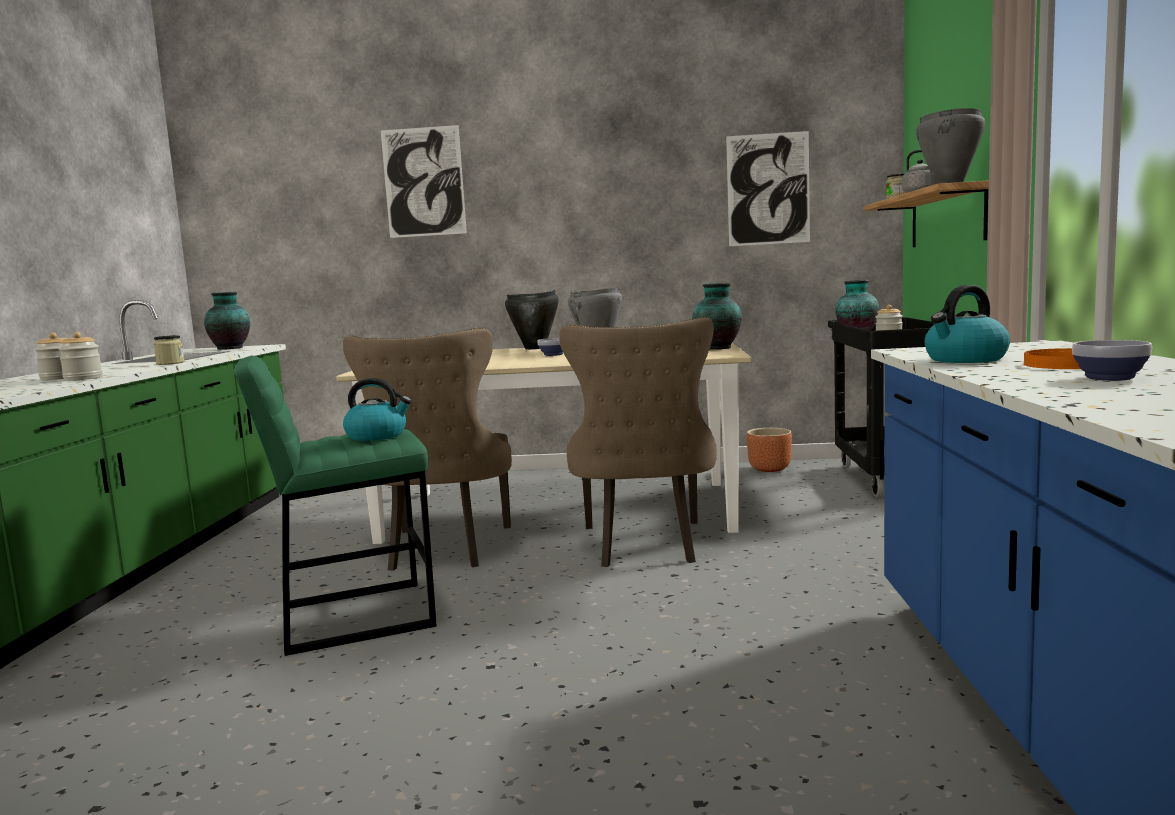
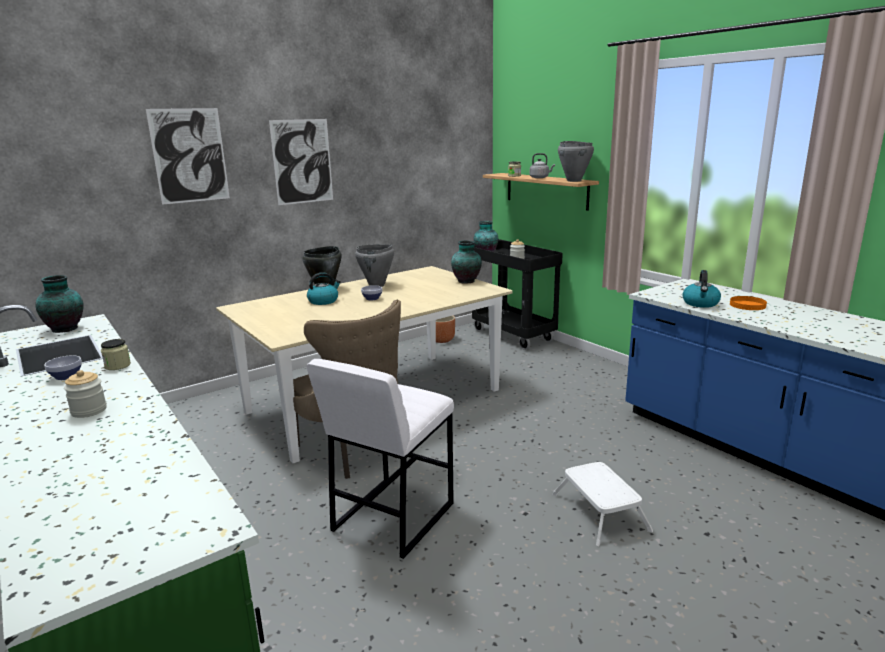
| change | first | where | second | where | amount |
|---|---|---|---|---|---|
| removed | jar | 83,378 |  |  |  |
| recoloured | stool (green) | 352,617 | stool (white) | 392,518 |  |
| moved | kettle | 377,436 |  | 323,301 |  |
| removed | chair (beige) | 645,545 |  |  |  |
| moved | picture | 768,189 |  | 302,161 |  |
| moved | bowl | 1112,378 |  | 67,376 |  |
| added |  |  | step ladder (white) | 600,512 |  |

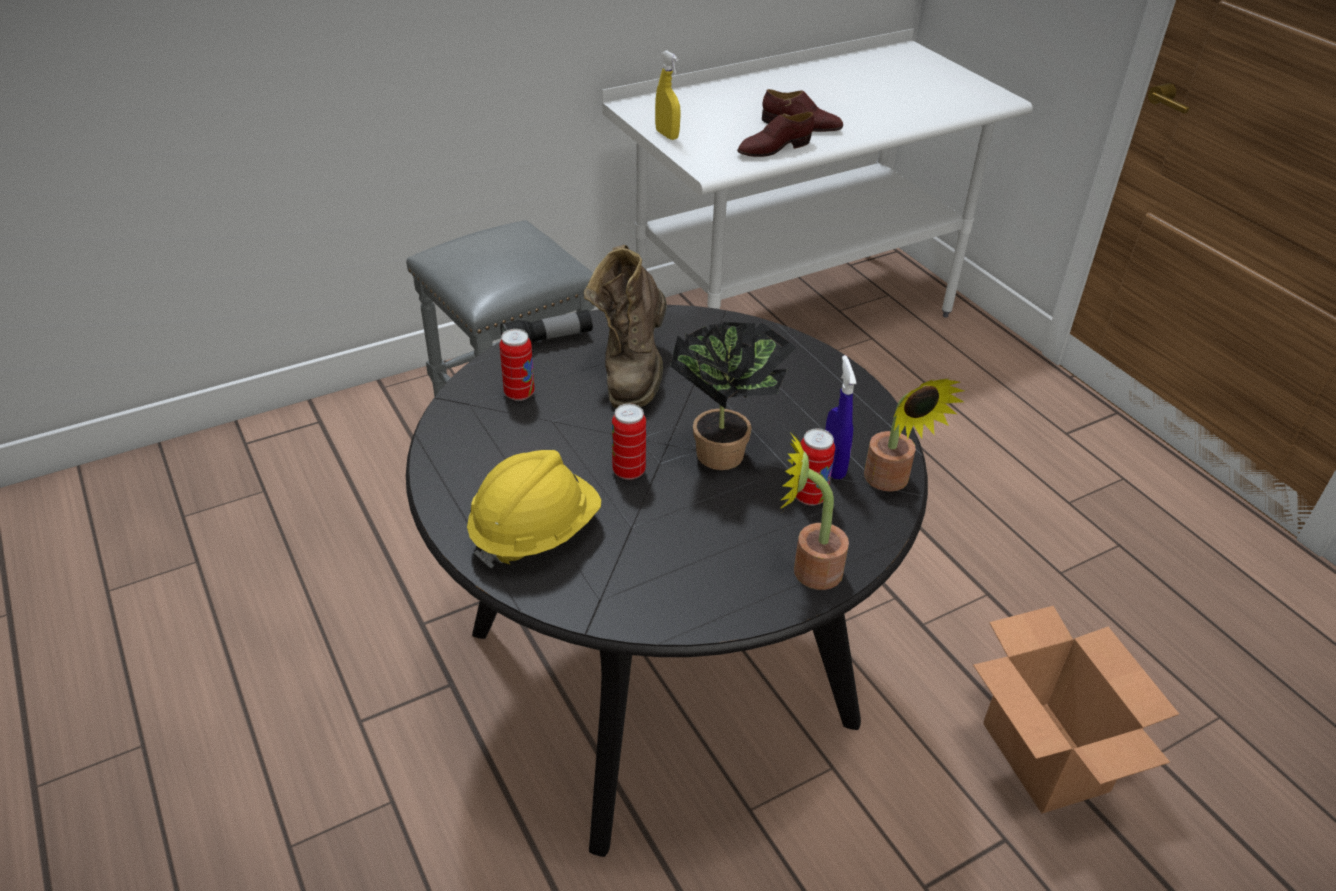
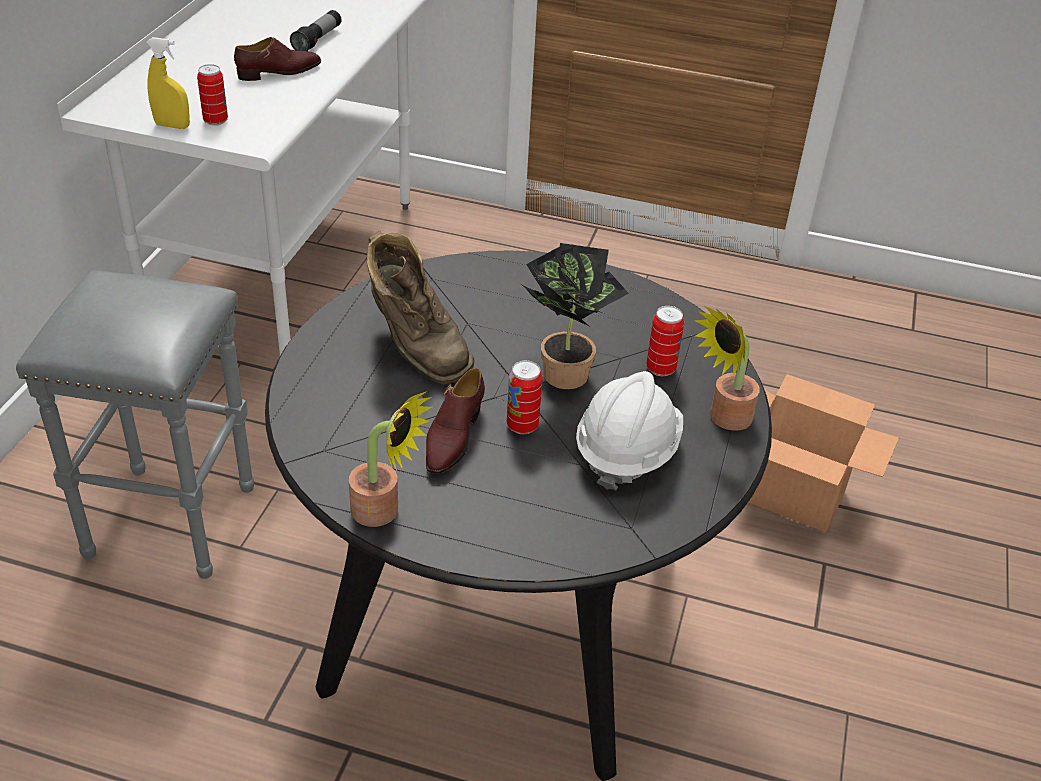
| change | first | where | second | where | amount |
|---|---|---|---|---|---|
| removed | hard hat (yellow) | 535,532 |  |  |  |
| moved | flashlight | 548,341 |  | 318,40 |  |
| moved | can | 519,393 |  | 215,121 |  |
| moved | shoe (brown) | 774,148 |  | 453,436 |  |
| removed | spray bottle (blue) | 833,465 |  |  |  |
| moved | potted plant | 891,482 |  | 383,513 |  |
| added |  |  | hard hat (white) | 626,451 |  |

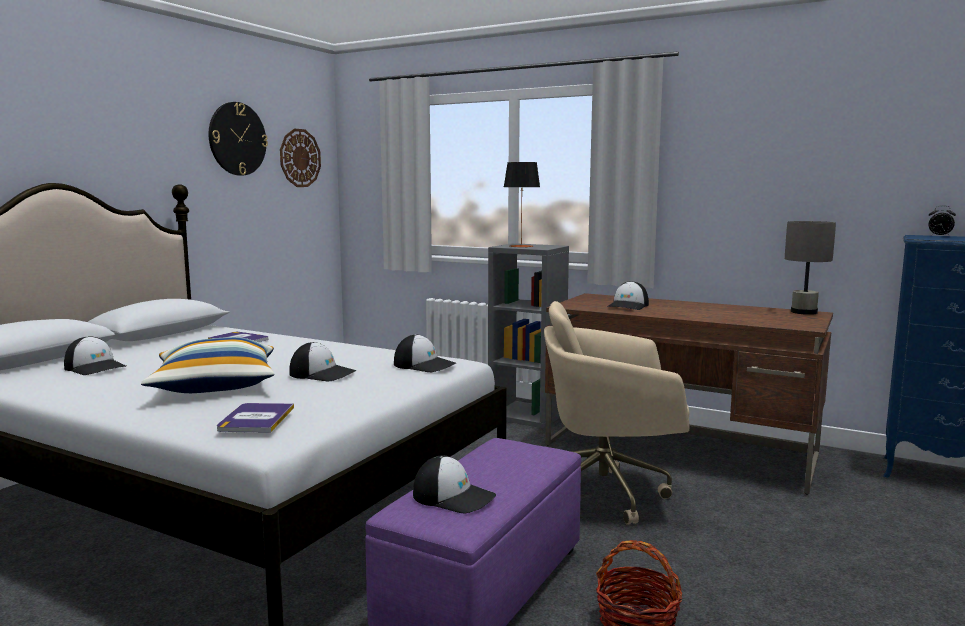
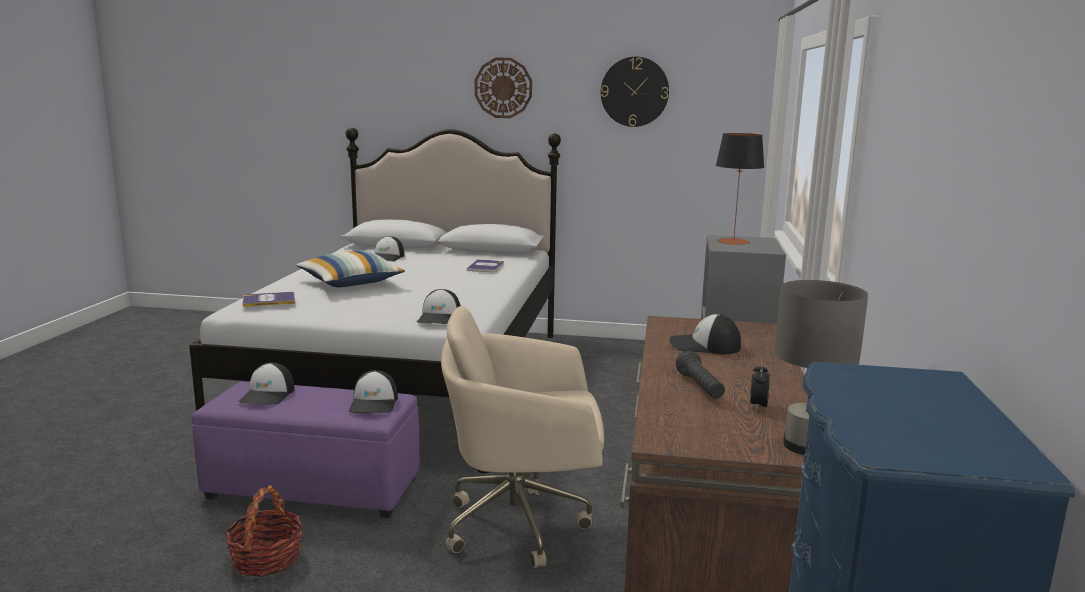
| change | first | where | second | where | amount |
|---|---|---|---|---|---|
| moved | wall clock | 300,158 |  | 503,88 |  |
| moved | cap | 322,374 |  | 374,403 |  |
| turned | office chair (beige) | 609,495 |  | 522,526 | 75 degrees counterclockwise |
| moved | alarm clock | 939,236 |  | 758,406 |  |
| added |  |  | flashlight (black) | 700,387 |  |

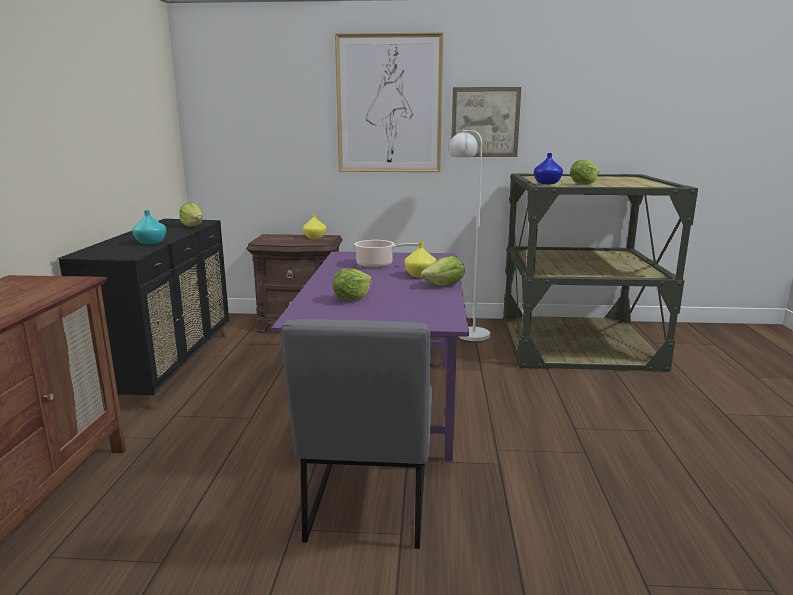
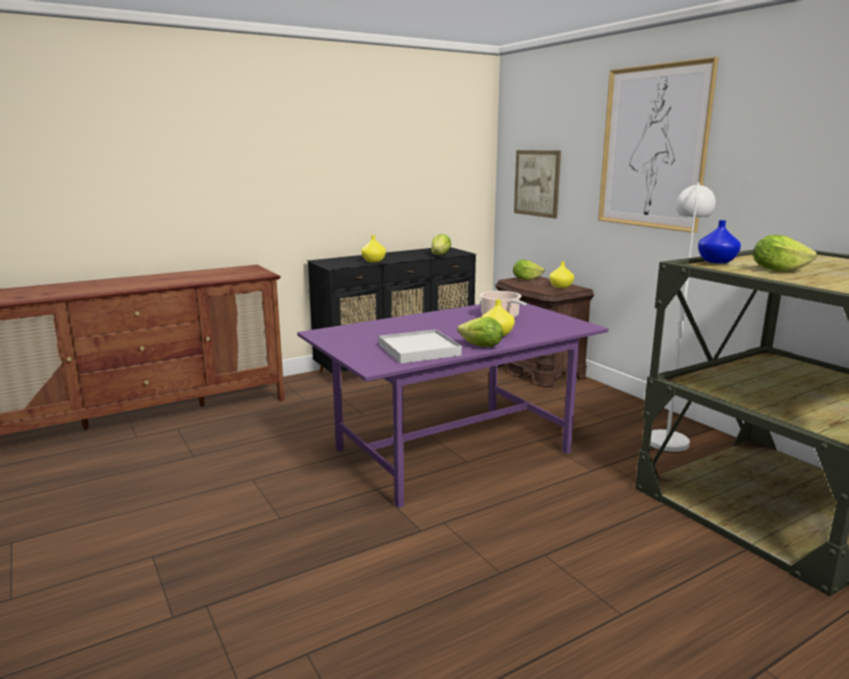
| change | first | where | second | where | amount |
|---|---|---|---|---|---|
| recoloured | vase (turquoise) | 150,243 | vase (yellow) | 373,261 |  |
| removed | chair (grey) | 367,504 |  |  |  |
| moved | lettuce | 351,298 |  | 526,279 |  |
| moved | picture | 485,122 |  | 537,183 |  |
| added |  |  | tray (white) | 419,350 |  |

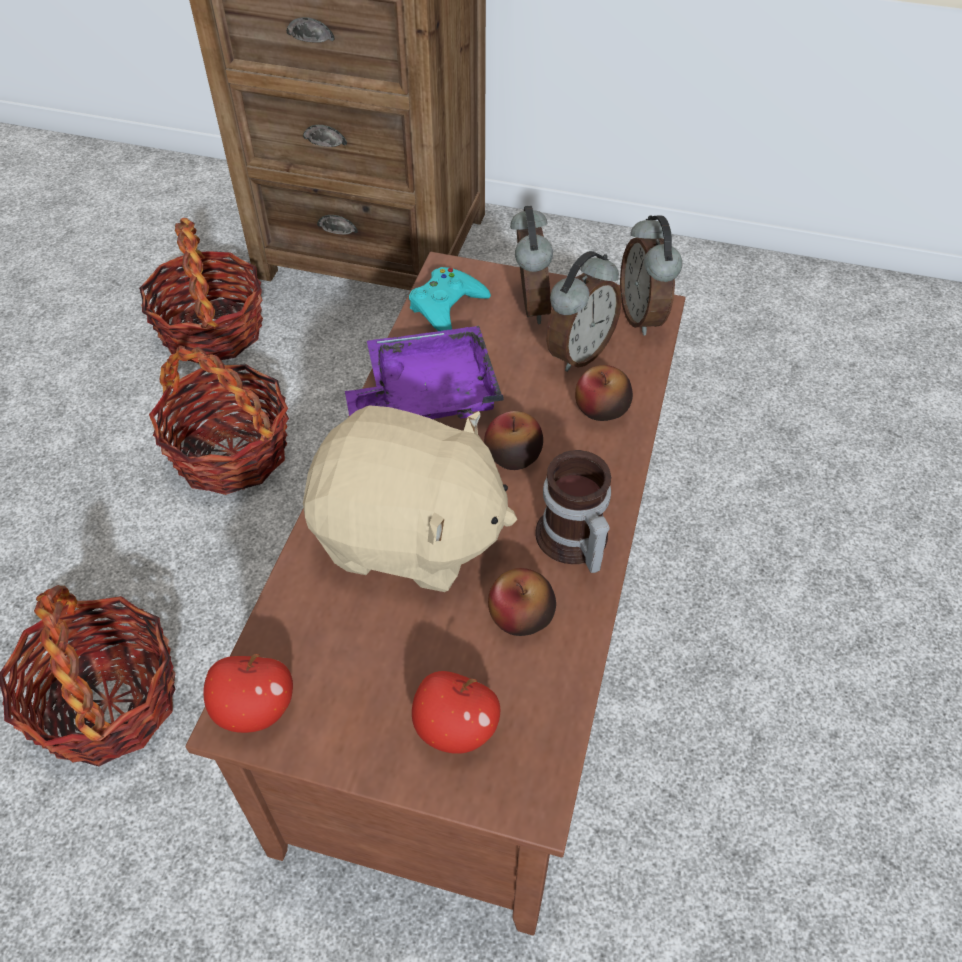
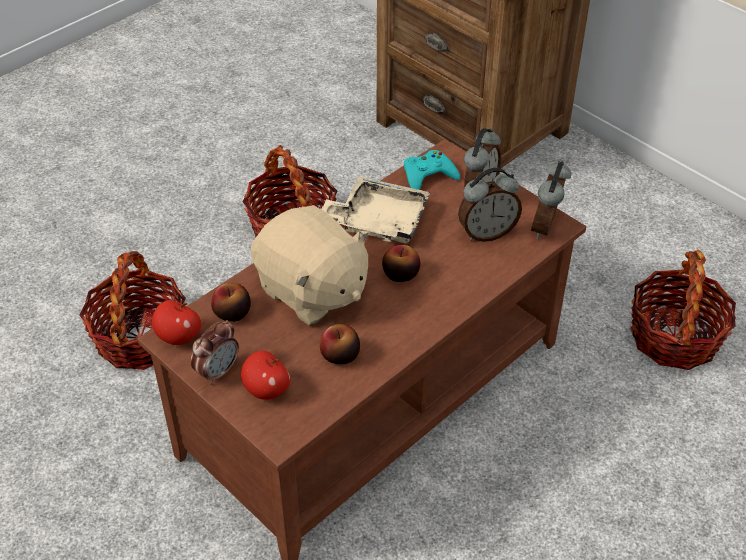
| change | first | where | second | where | amount |
|---|---|---|---|---|---|
| moved | basket | 213,331 |  | 674,337 |  |
| recoloured | tray (purple) | 427,393 | tray (beige) | 378,221 |  |
| removed | mug | 571,542 |  |  |  |
| moved | apple | 601,409 |  | 232,313 |  |
| added |  |  | alarm clock | 218,372 |  |

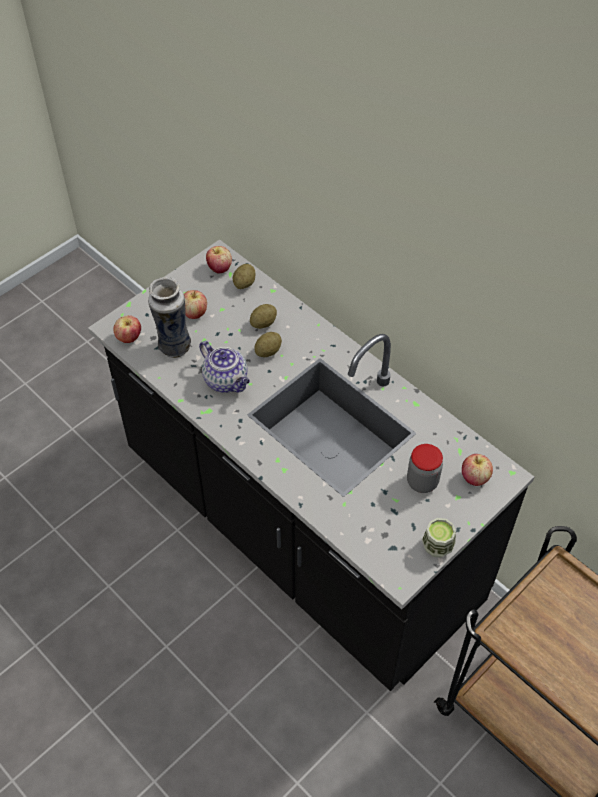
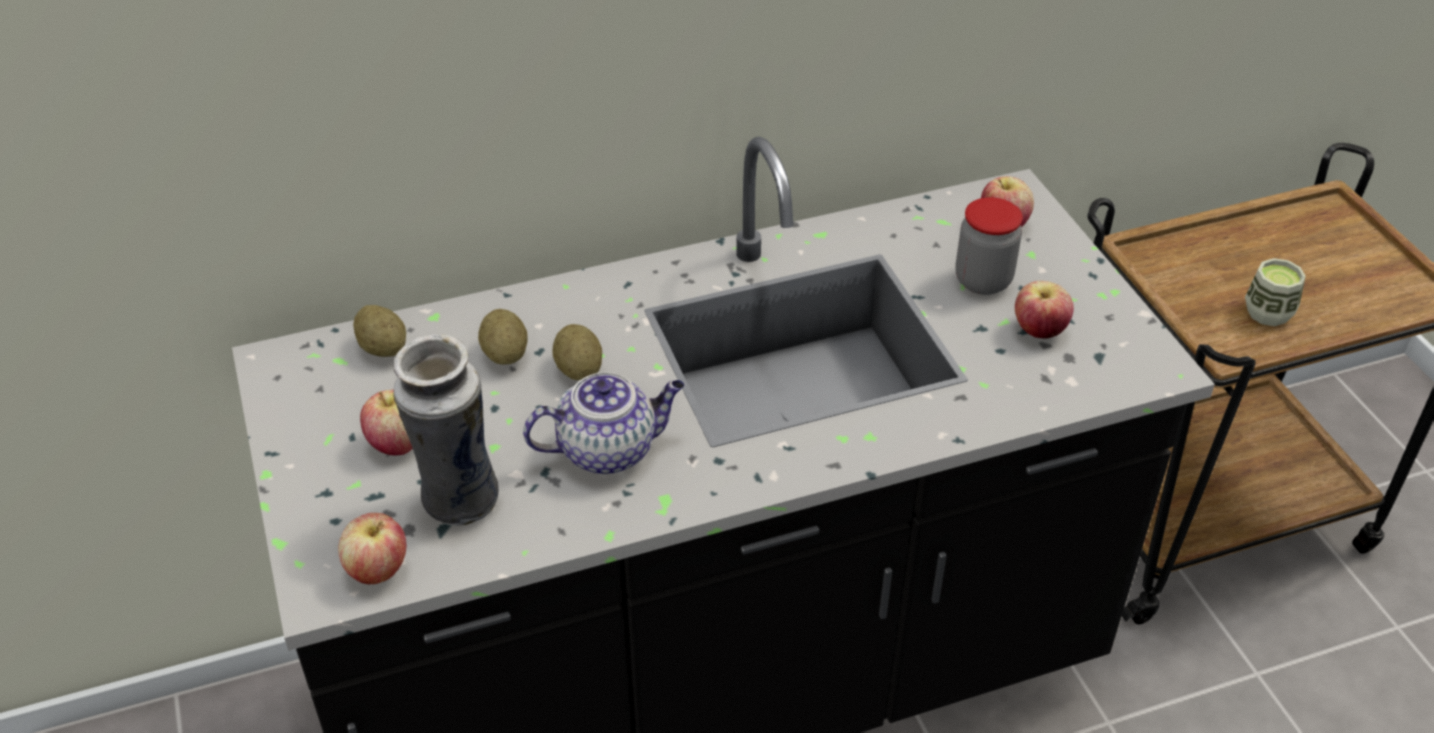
| change | first | where | second | where | amount |
|---|---|---|---|---|---|
| moved | apple | 219,268 |  | 1039,331 |  |
| moved | cup | 437,546 |  | 1268,313 |  |

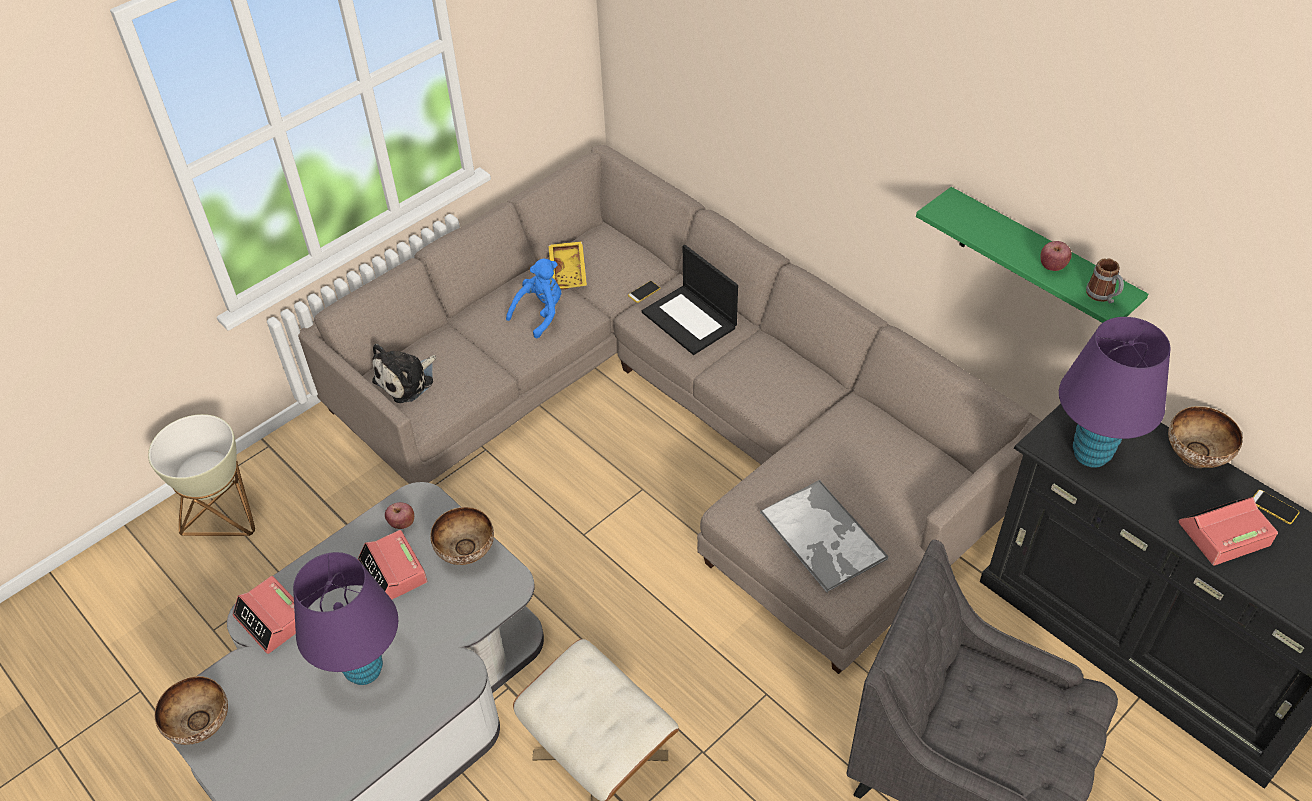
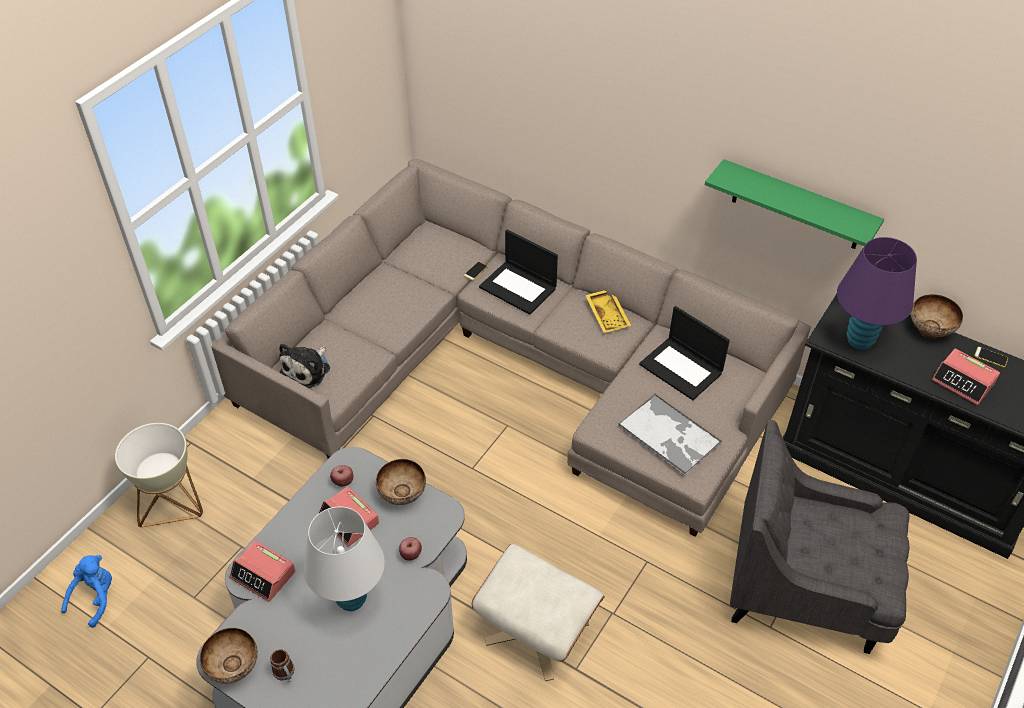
| change | first | where | second | where | amount |
|---|---|---|---|---|---|
| recoloured | table lamp (purple) | 364,670 | table lamp (white) | 351,599 |  |
| moved | plush toy (blue) | 540,313 |  | 95,598 |  |
| moved | tray (yellow) | 569,271 |  | 608,315 |  |
| moved | apple | 1052,266 |  | 411,554 |  |
| moved | mug | 1103,296 |  | 285,674 |  |
| turned | alarm clock | 1223,534 |  | 963,382 | 105 degrees counterclockwise |
| added |  |  | laptop | 682,369 |  |

